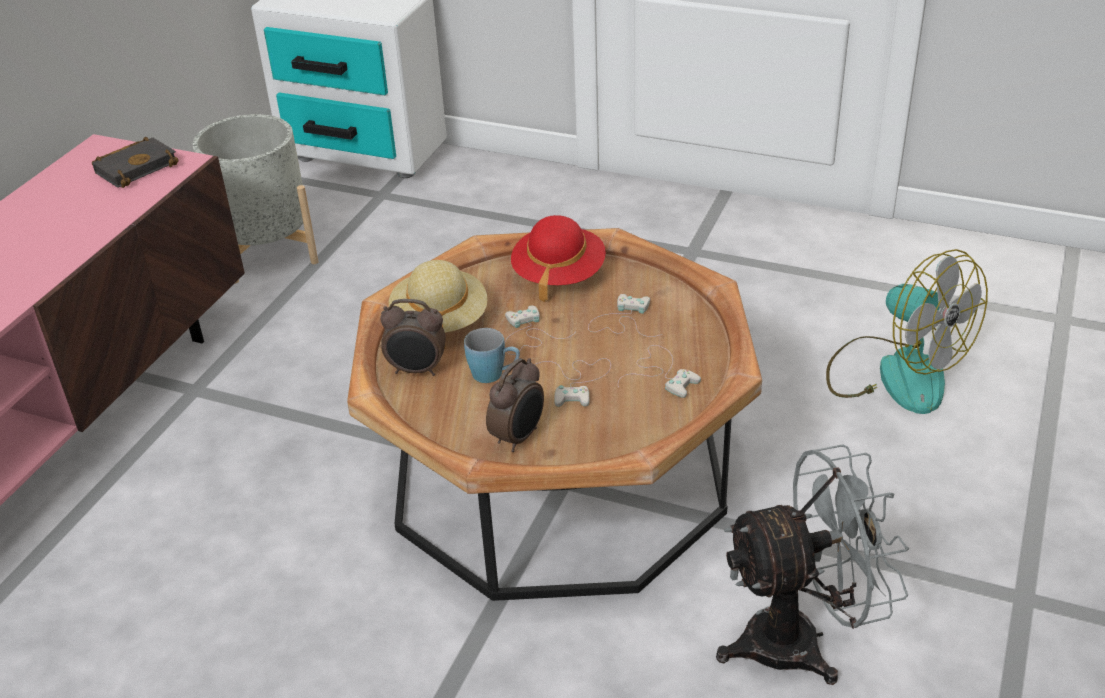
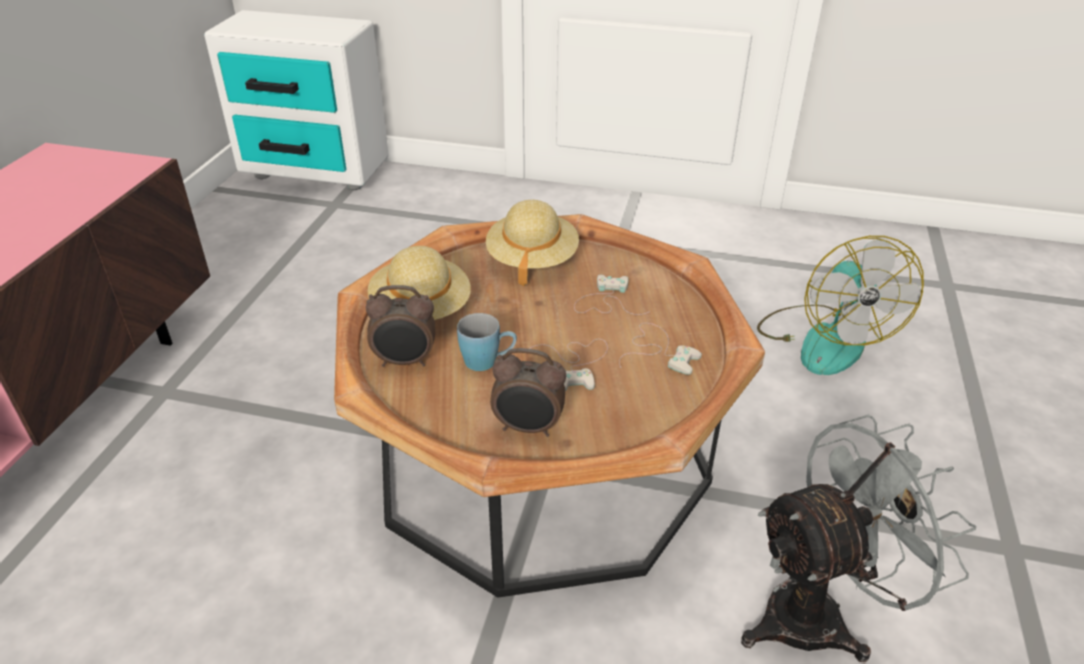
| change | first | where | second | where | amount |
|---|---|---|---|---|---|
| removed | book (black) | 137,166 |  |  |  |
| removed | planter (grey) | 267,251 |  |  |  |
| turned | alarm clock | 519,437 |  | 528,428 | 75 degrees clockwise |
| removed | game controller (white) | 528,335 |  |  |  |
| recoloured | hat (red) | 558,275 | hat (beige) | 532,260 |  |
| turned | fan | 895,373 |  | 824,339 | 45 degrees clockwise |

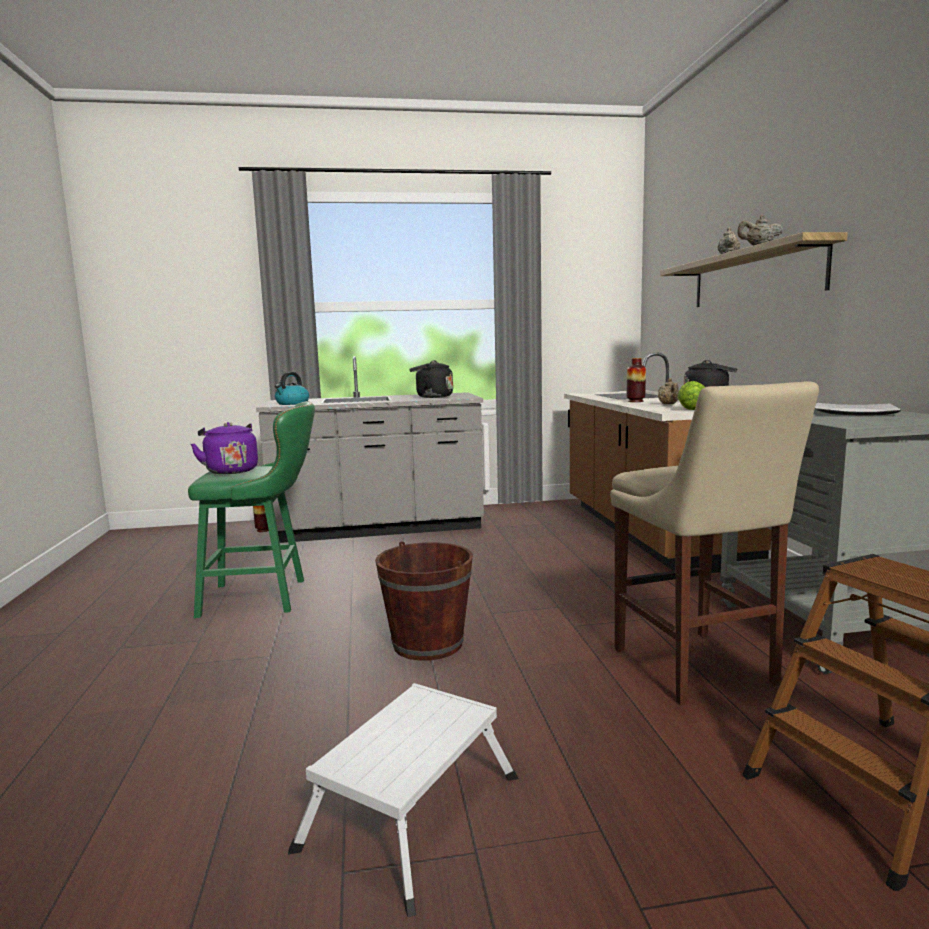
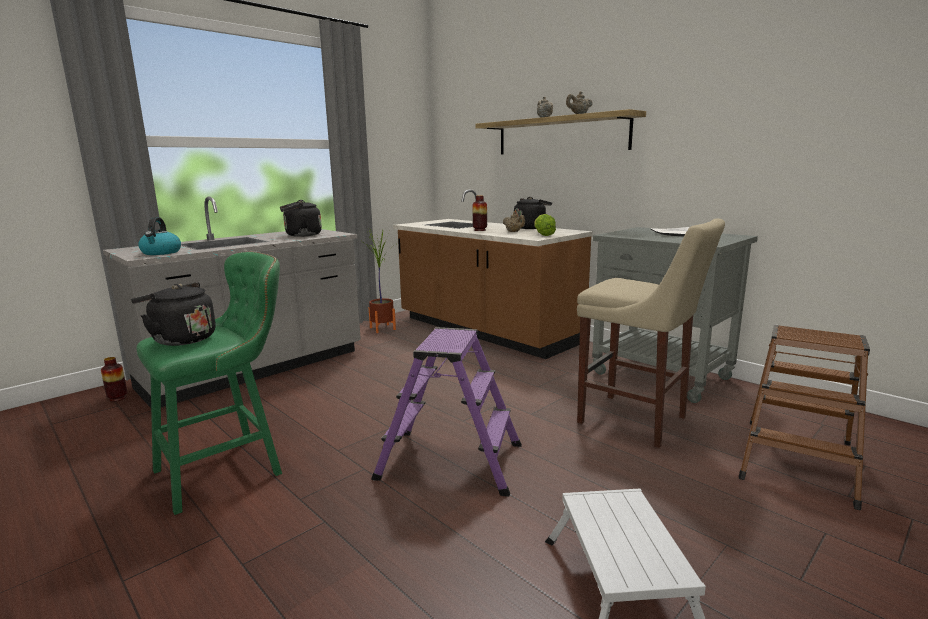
| change | first | where | second | where | amount |
|---|---|---|---|---|---|
| recoloured | kettle (purple) | 230,471 | kettle (black) | 181,339 |  |
| replaced | bucket (brown) | 428,644 | step ladder (purple) | 450,461 |  |
| added |  |  | potted plant | 382,328 |  |

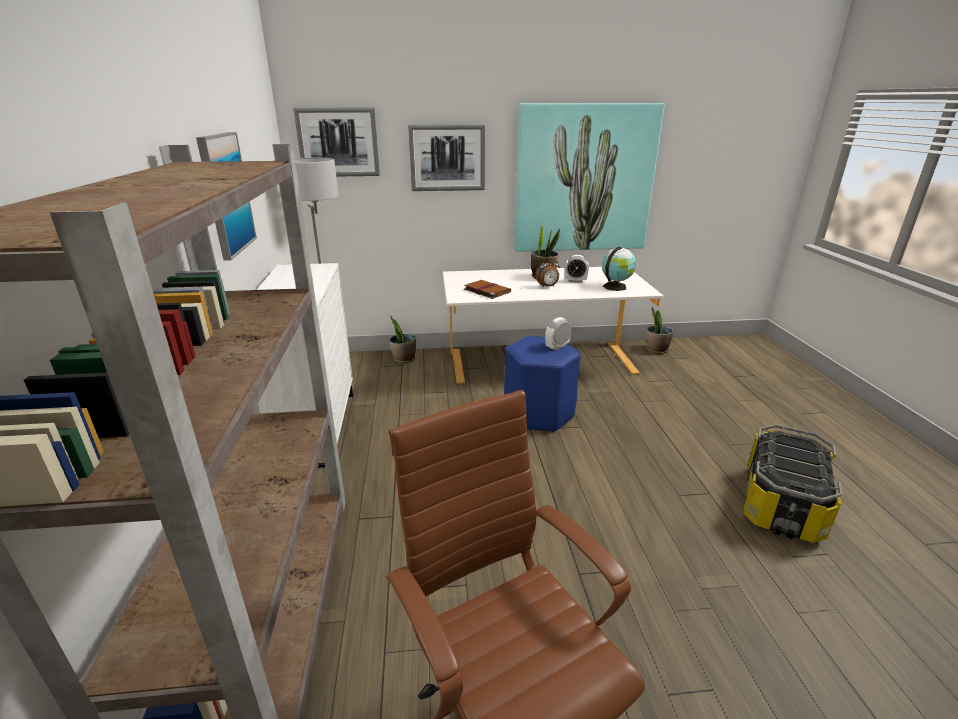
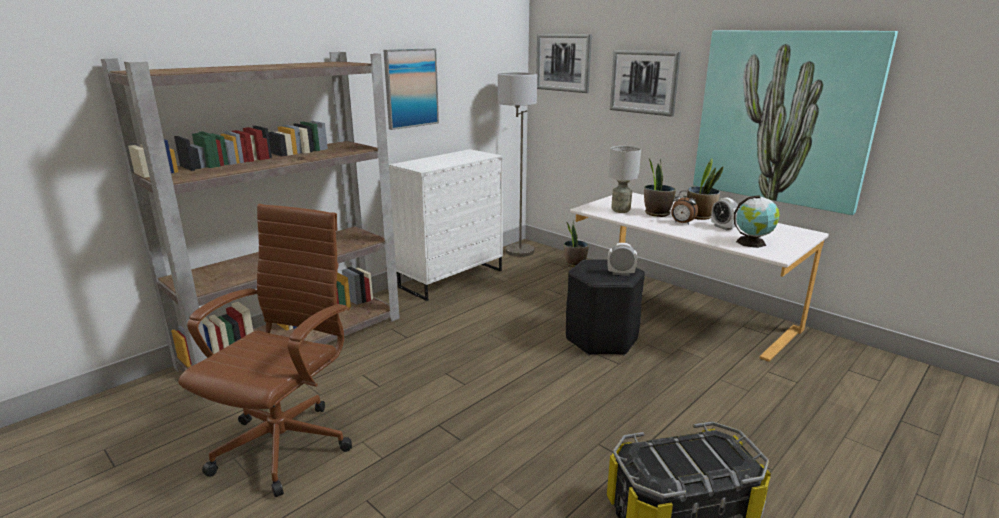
| change | first | where | second | where | amount |
|---|---|---|---|---|---|
| replaced | book (brown) | 486,290 | table lamp (grey) | 620,211 |  |
| recoloured | stool (blue) | 538,414 | stool (black) | 601,339 |  |
| moved | potted plant | 656,350 |  | 657,213 |  |

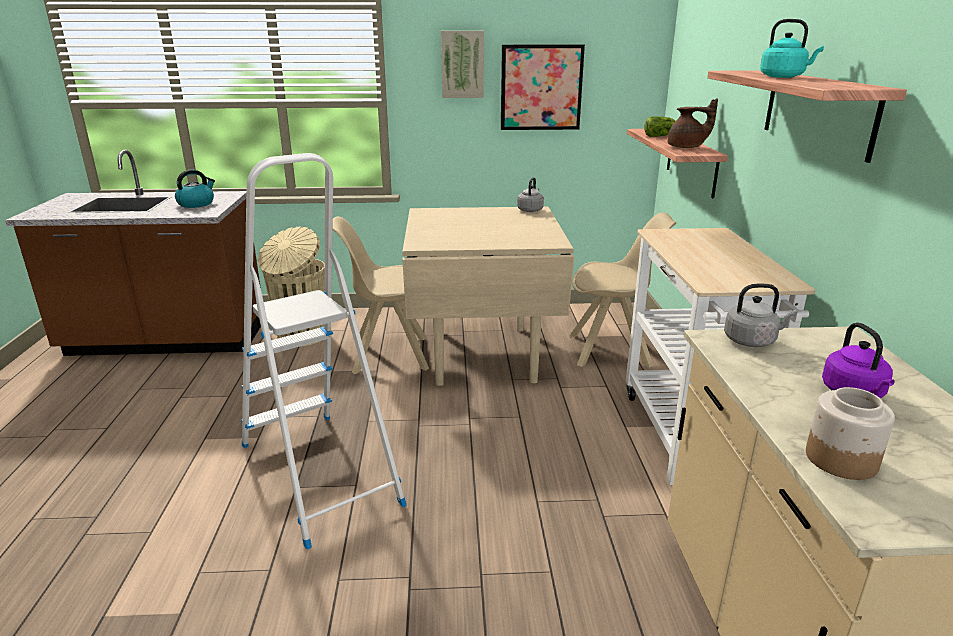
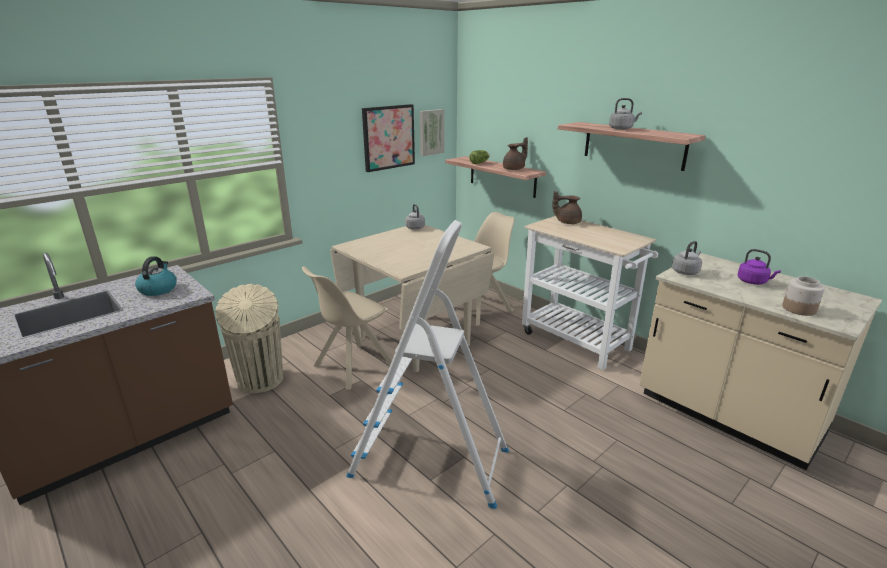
| change | first | where | second | where | amount |
|---|---|---|---|---|---|
| moved | picture | 462,64 |  | 430,132 |  |
| recoloured | kettle (turquoise) | 784,77 | kettle (grey) | 622,129 |  |
| added |  |  | teapot (brown) | 567,222 |  |

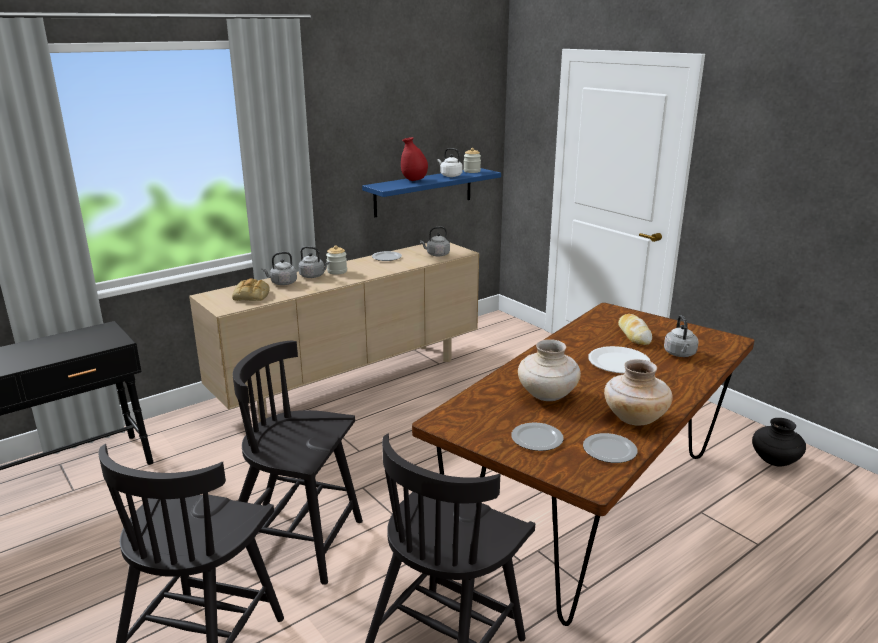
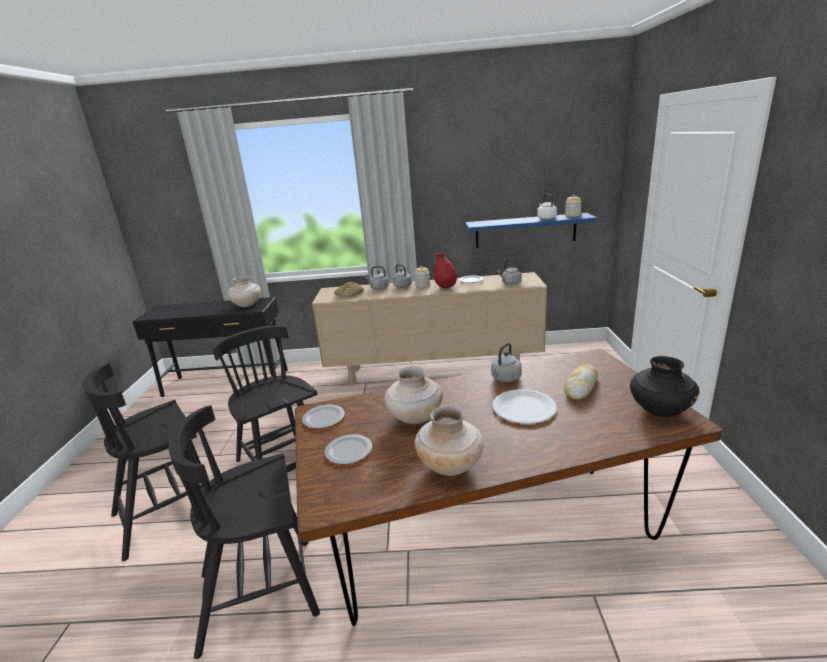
| change | first | where | second | where | amount |
|---|---|---|---|---|---|
| moved | vase (red) | 414,180 |  | 446,287 |  |
| moved | plate | 609,450 |  | 324,418 |  |
| moved | kettle (grey) | 680,354 |  | 505,378 |  |
| moved | vase (black) | 774,461 |  | 659,410 |  |
| added |  |  | vase (beige) | 247,305 |  |

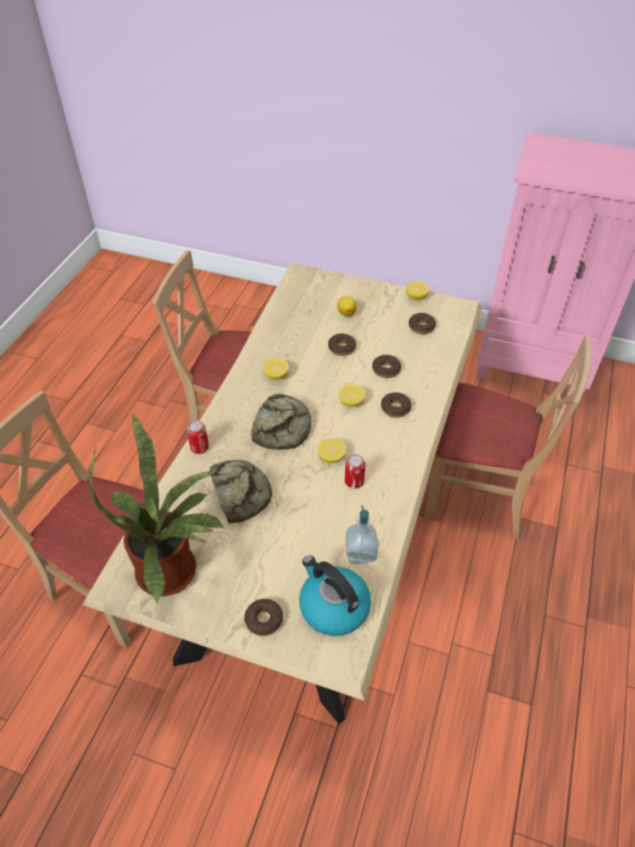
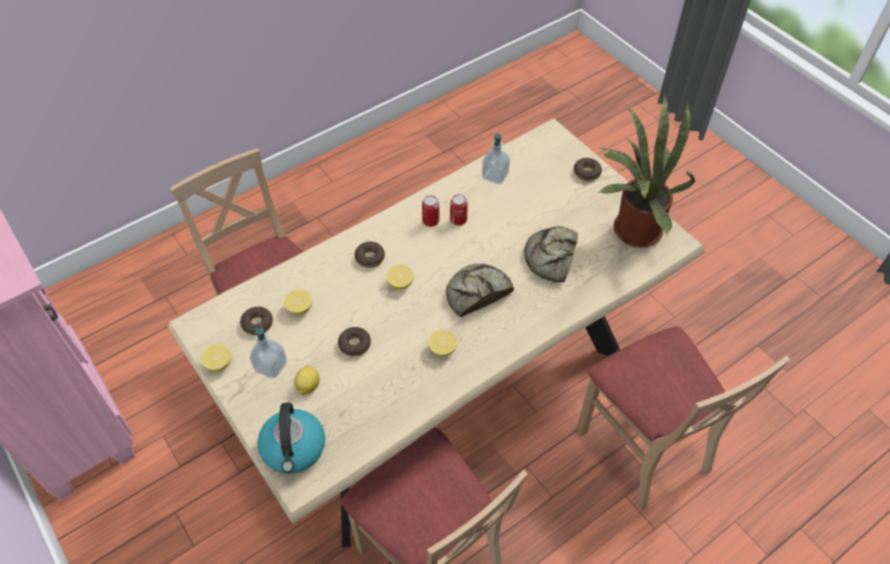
| change | first | where | second | where | amount |
|---|---|---|---|---|---|
| moved | can | 199,448 |  | 430,221 |  |
| moved | kettle | 333,607 |  | 294,449 |  |
| moved | lemon | 331,457 |  | 299,308 |  |
| removed | donut | 386,369 |  |  |  |
| added |  |  | soap dispenser | 271,366 |  |

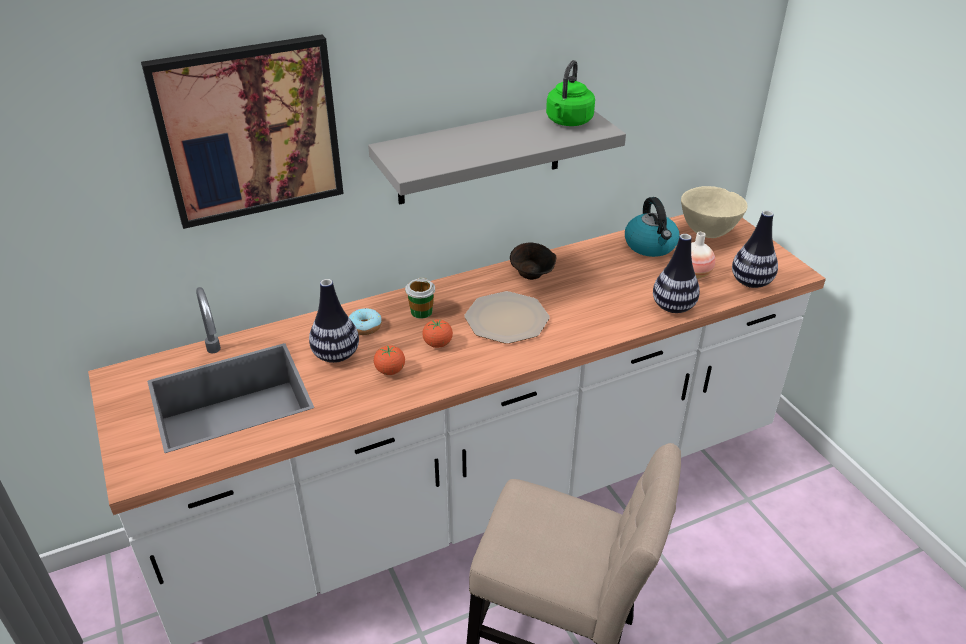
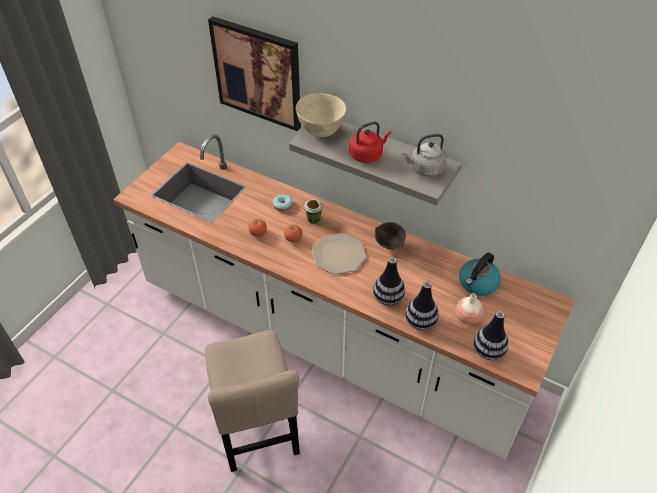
| change | first | where | second | where | amount |
|---|---|---|---|---|---|
| moved | vase | 336,355 |  | 388,298 |  |
| recoloured | kettle (green) | 568,122 | kettle (grey) | 425,169 |  |
| moved | bowl (beige) | 707,232 |  | 321,131 |  |
| added |  |  | kettle (red) | 367,155 |  |

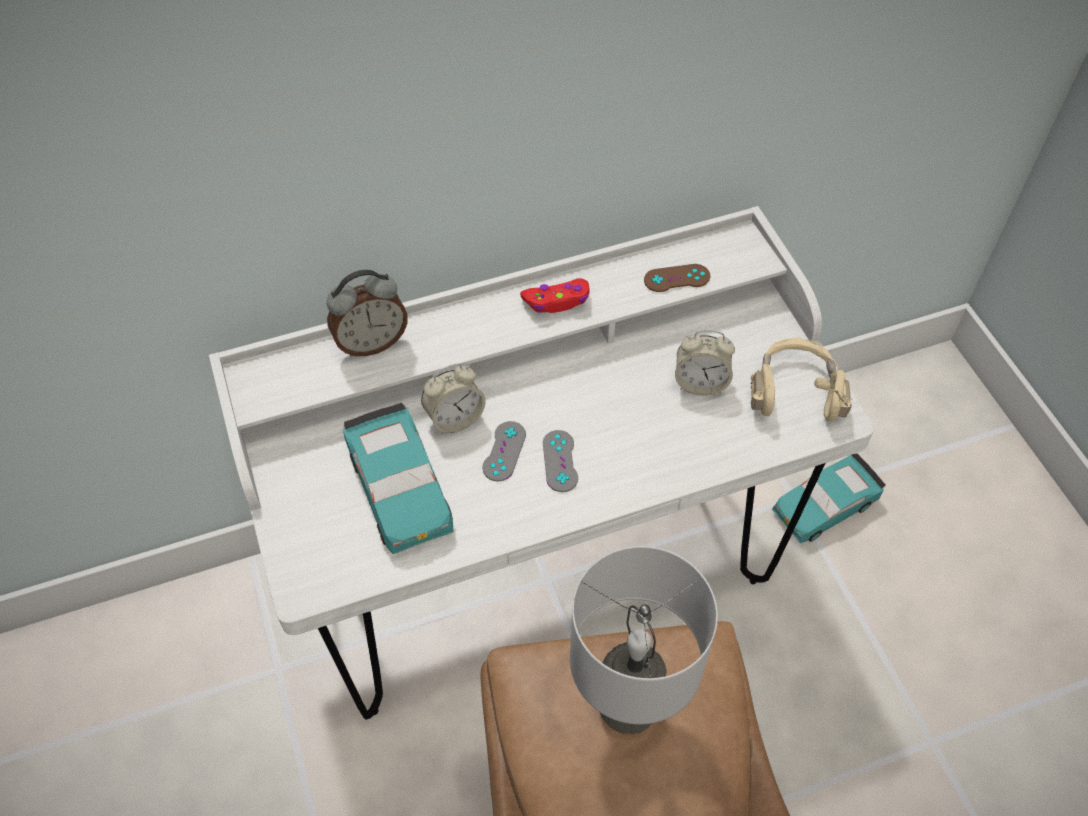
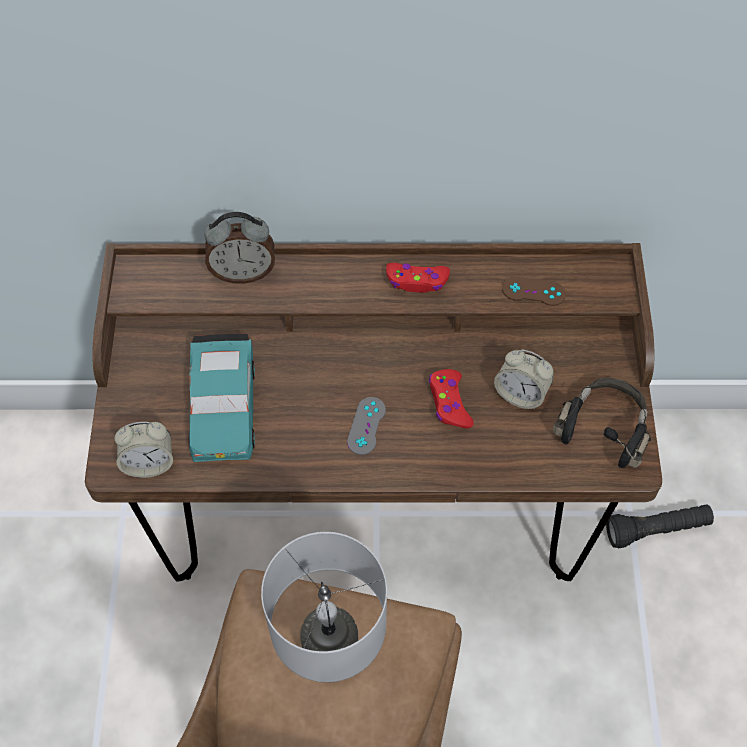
| change | first | where | second | where | amount |
|---|---|---|---|---|---|
| recoloured | desk (white) | 543,575 | desk (brown) | 373,508 |  |
| moved | alarm clock | 455,418 |  | 149,462 |  |
| removed | game controller (grey) | 504,451 |  |  |  |
| recoloured | headphones (beige) | 795,392 | headphones (black) | 603,429 |  |
| replaced | toy car (turquoise) | 825,505 | flashlight (black) | 657,529 |  |
| added |  |  | game controller (red) | 449,403 |  |

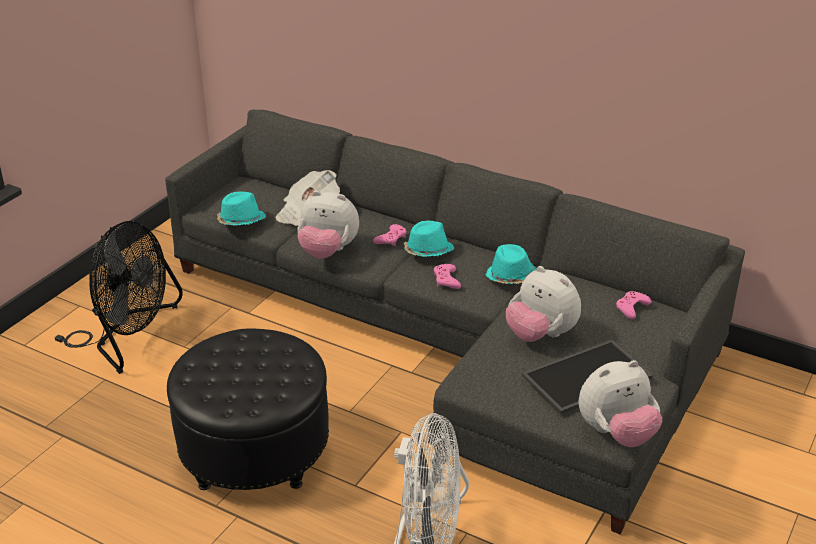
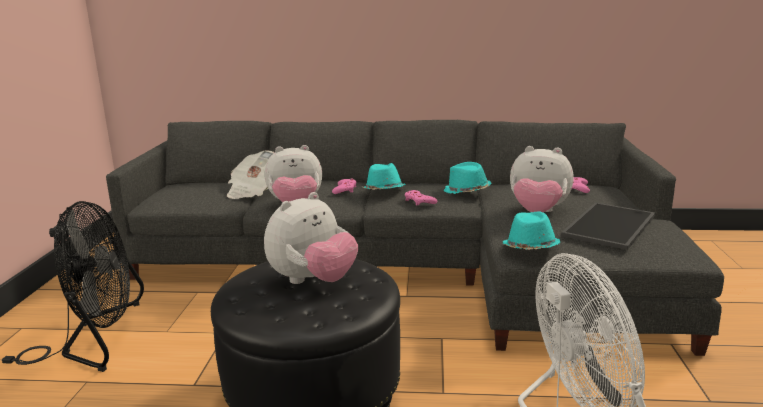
| change | first | where | second | where | amount |
|---|---|---|---|---|---|
| moved | hat (turquoise) | 240,221 |  | 530,248 |  |
| moved | plush toy | 616,433 |  | 313,281 |  |

